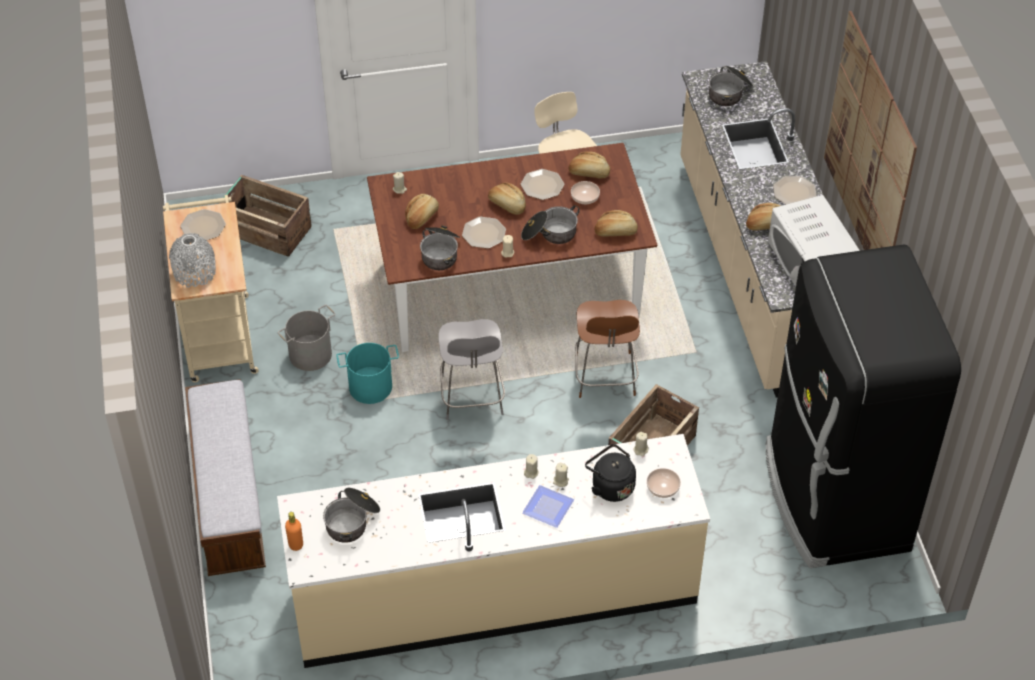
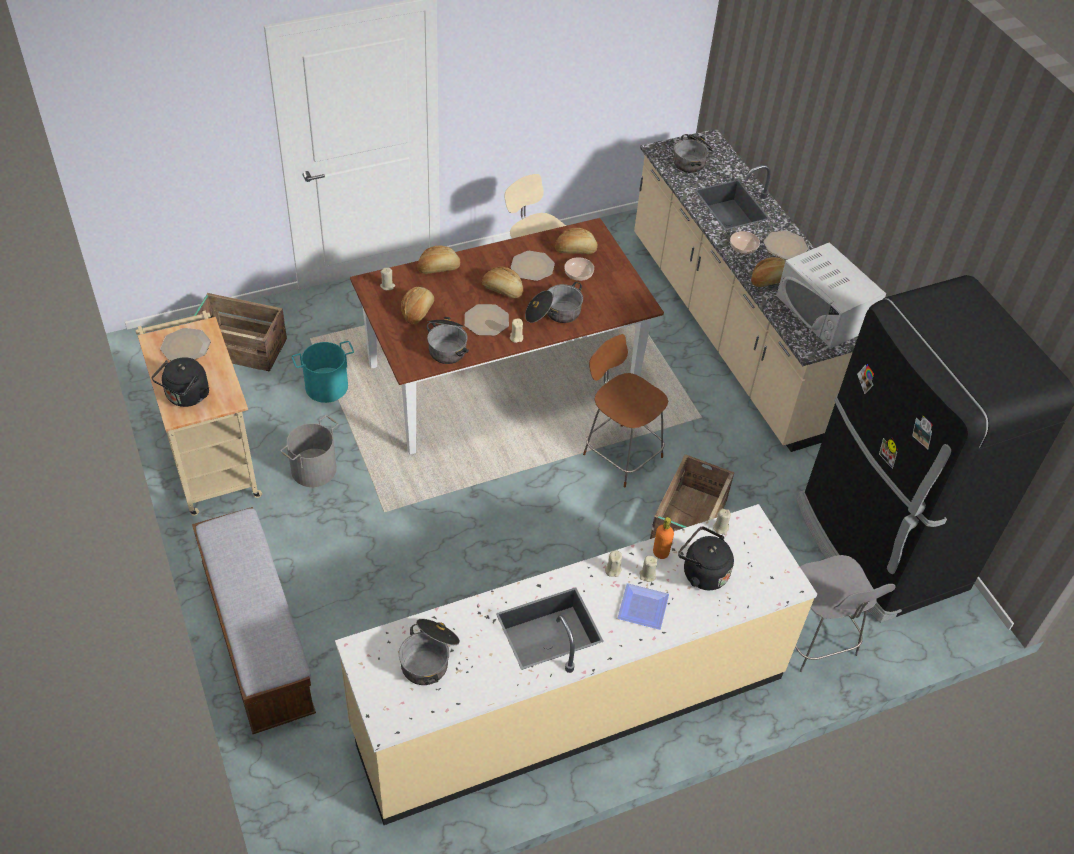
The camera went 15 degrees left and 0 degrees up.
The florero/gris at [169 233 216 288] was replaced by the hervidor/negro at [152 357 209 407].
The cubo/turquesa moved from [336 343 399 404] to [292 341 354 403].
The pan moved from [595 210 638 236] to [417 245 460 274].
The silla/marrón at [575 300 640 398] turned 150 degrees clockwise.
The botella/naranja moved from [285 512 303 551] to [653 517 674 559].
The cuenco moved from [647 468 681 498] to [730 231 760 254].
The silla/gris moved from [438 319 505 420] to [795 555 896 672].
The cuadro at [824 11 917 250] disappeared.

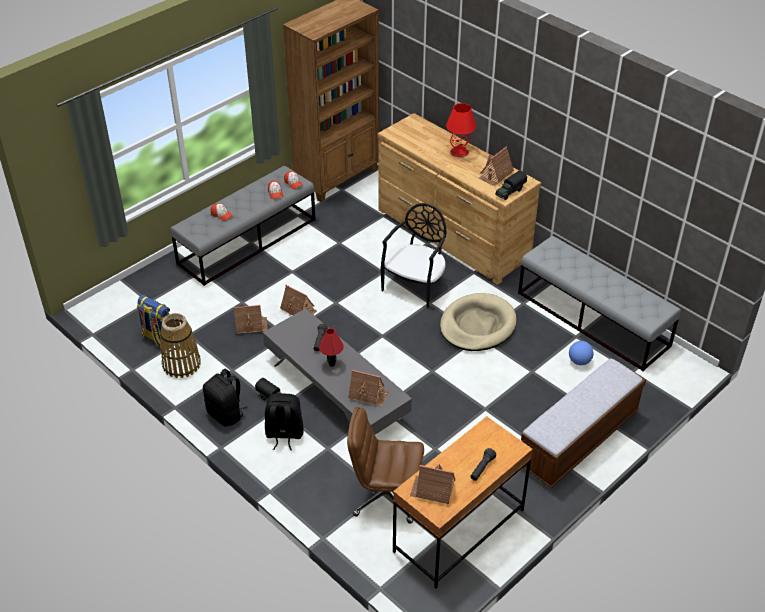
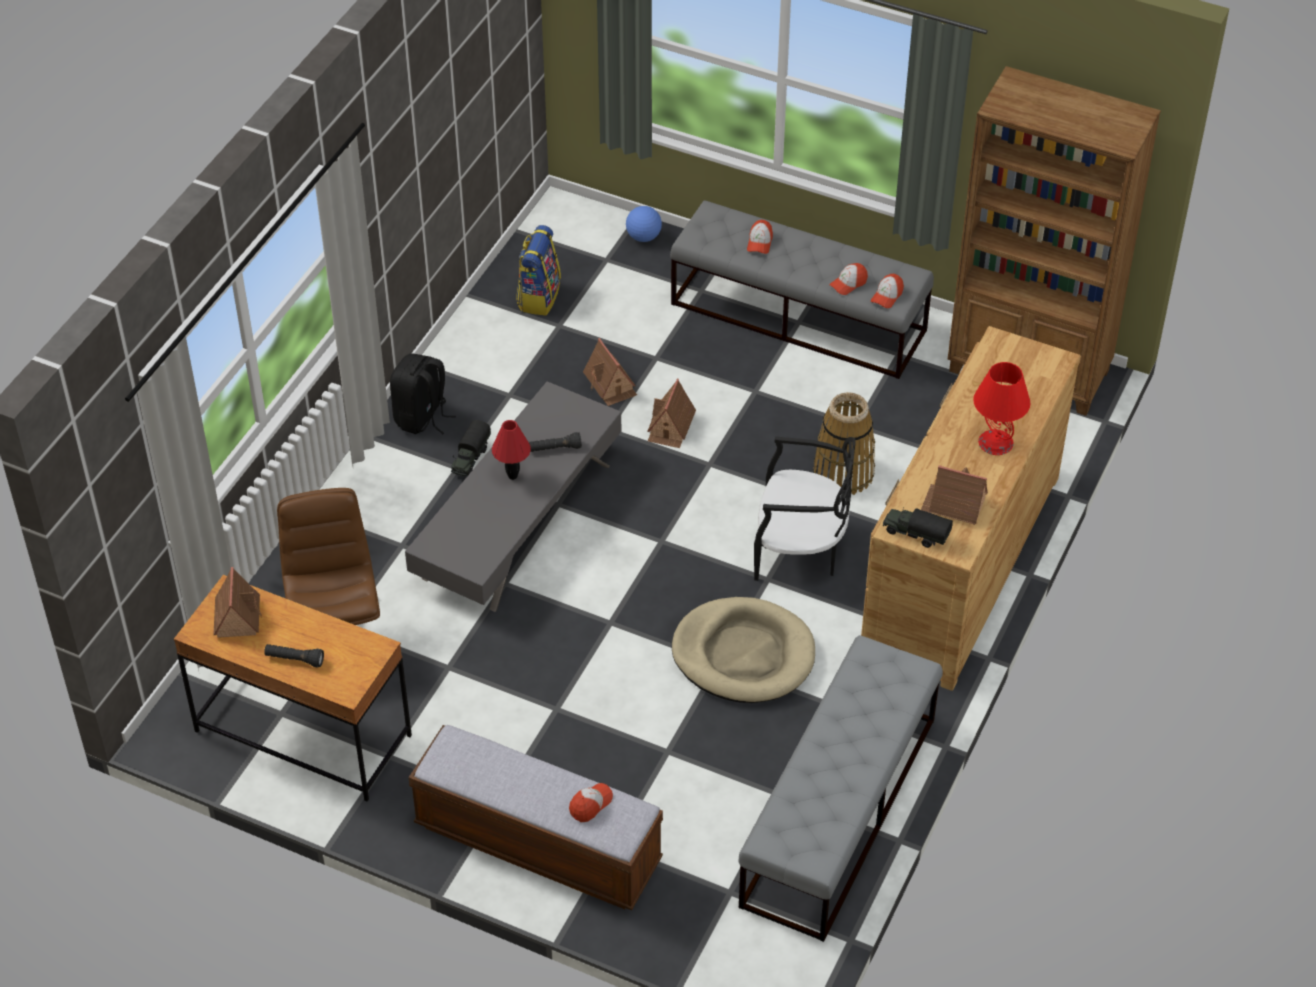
The camera went 70 degrees right and 5 degrees up.
The gorra at [569 783 613 822] appeared.
The balón de fútbol moved from [569 341 594 365] to [626 206 662 242].
The cesta moved from [160 313 201 378] to [813 392 875 495].
The mochila/negro at [265 393 303 450] disappeared.
The casita at [348 370 389 407] disappeared.

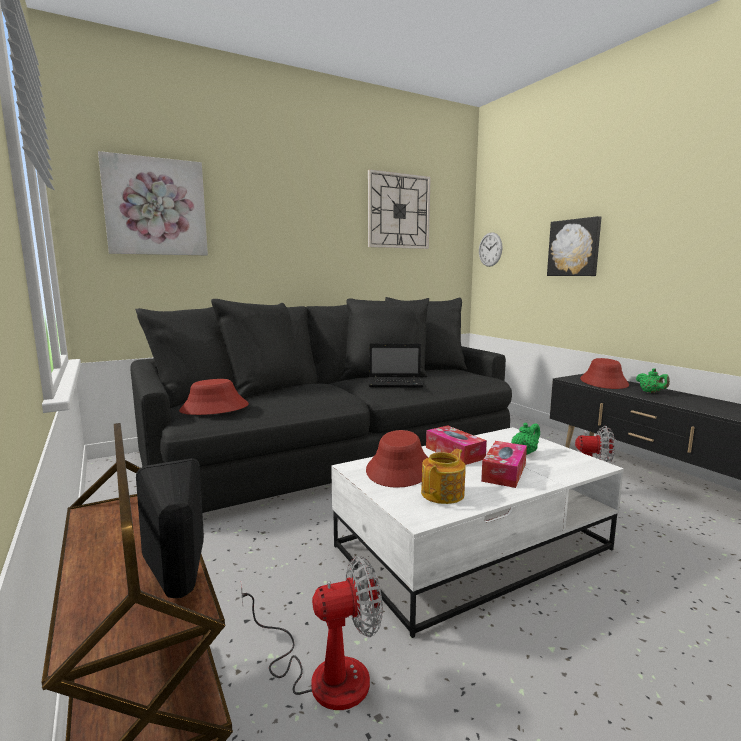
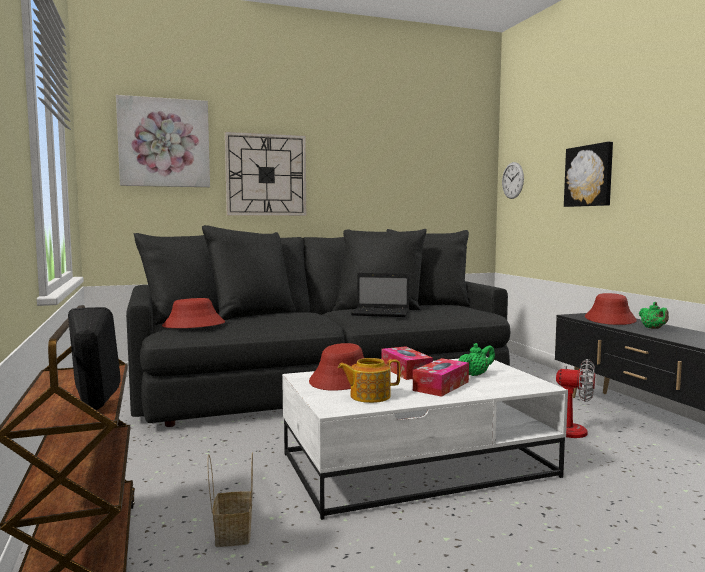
The camera went 10 degrees right and 5 degrees down.
The ventilador at [241 556 383 710] was replaced by the cesta at [207 452 253 547].
The reloj de pared moved from [368 169 431 249] to [225 132 306 216].
The tetera at [421 449 466 504] turned 150 degrees counterclockwise.

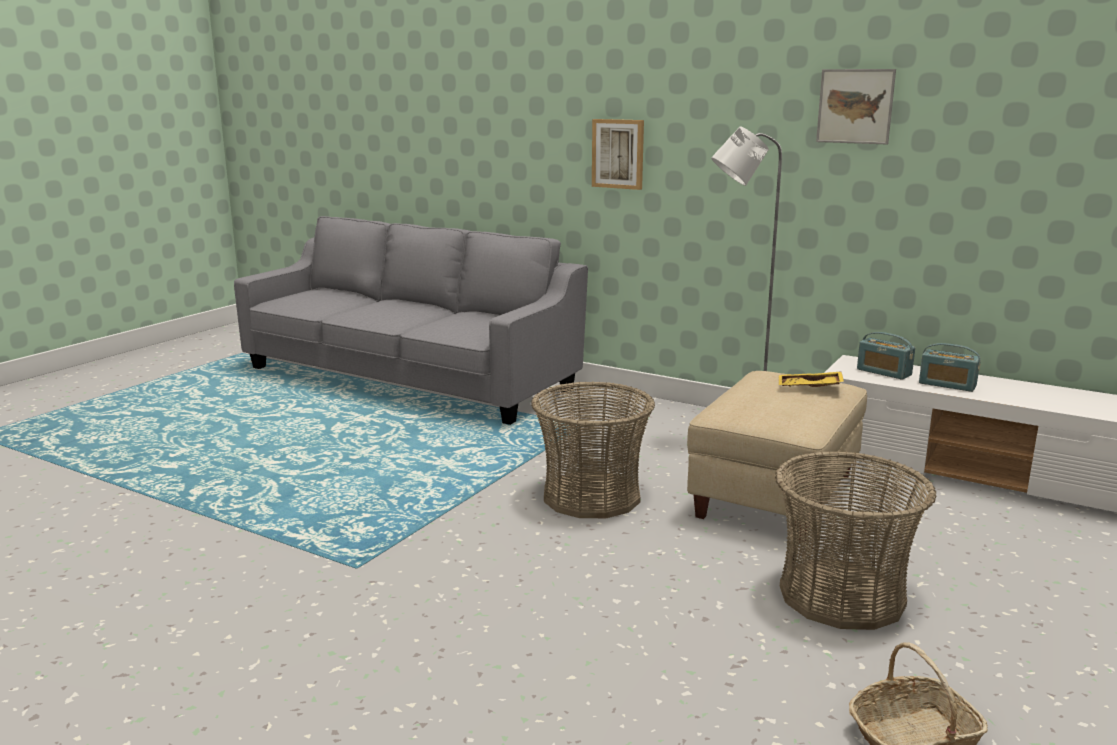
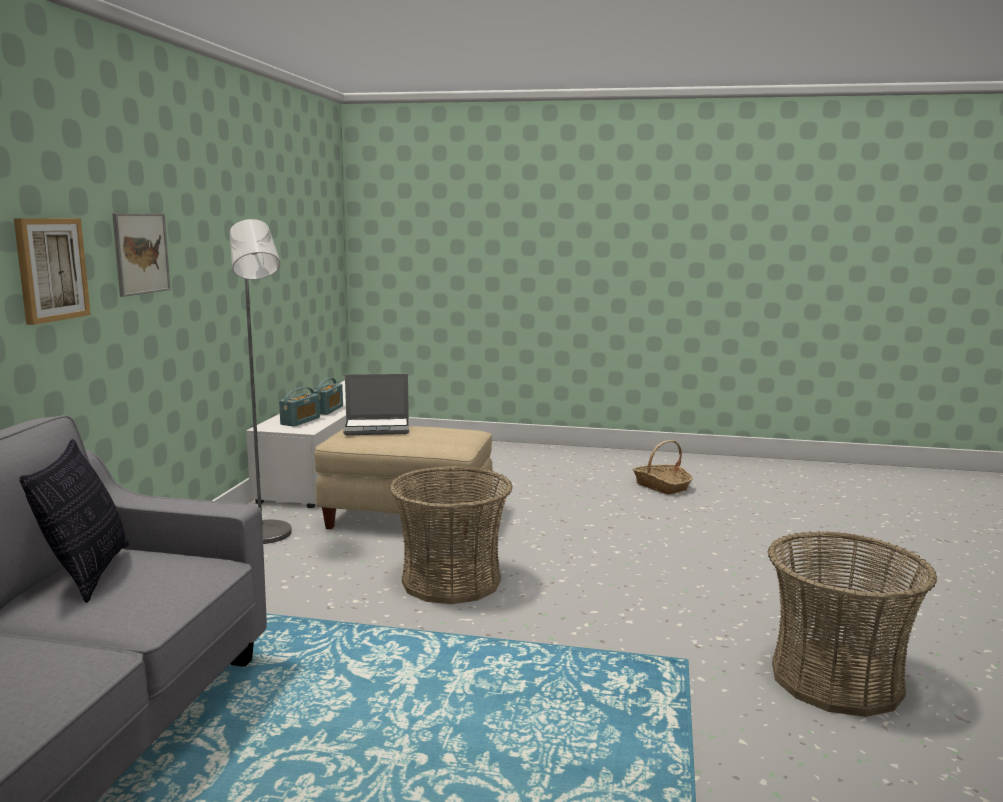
The camera went 110 degrees left and 5 degrees down.
The cojín at [19 439 129 603] appeared.
The cuadro moved from [816 69 896 144] to [112 213 171 297].
The bandeja/amarillo at [779 371 844 387] was replaced by the portátil at [343 374 409 435].
The cesta moved from [775 451 937 630] to [768 531 937 717].

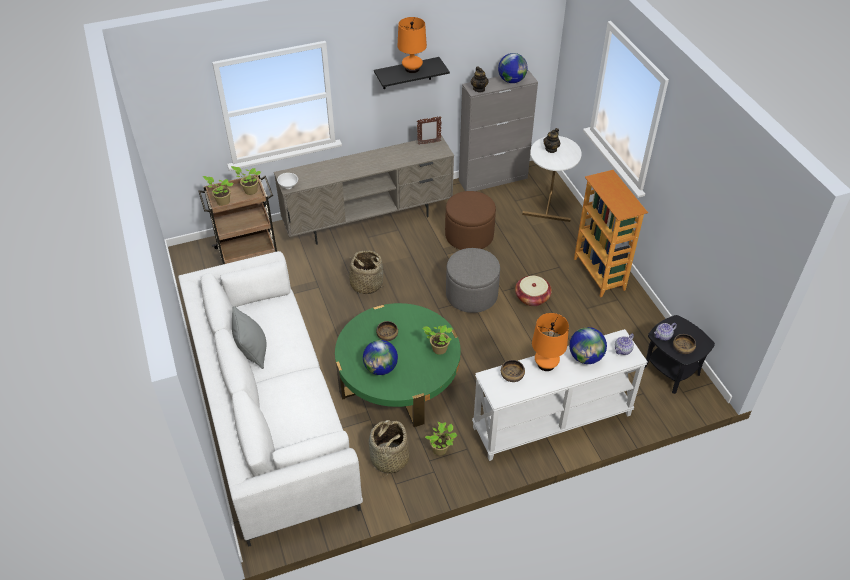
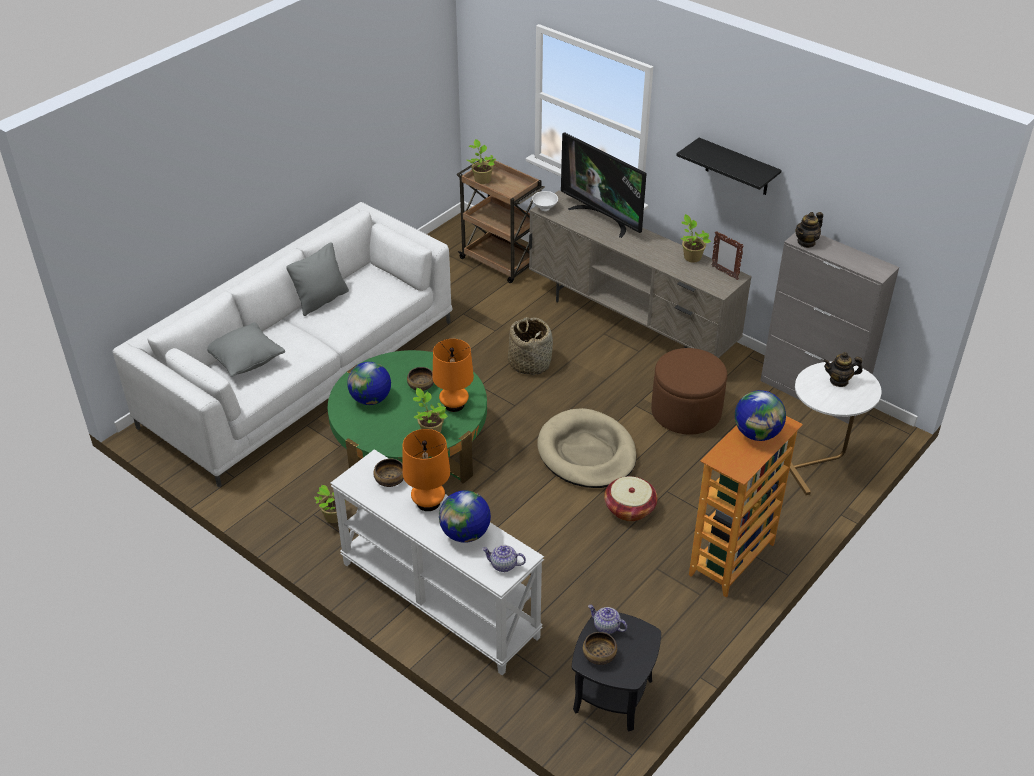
The camera went 60 degrees right and 5 degrees down.
The cojín/gris at [207 322 285 377] appeared.
The lámpara de mesa/naranja moved from [397 17 427 73] to [432 339 474 412].
The puf/gris at [446 248 500 313] was replaced by the cama para perro/beis at [537 408 637 488].
The televisor at [561 132 647 238] appeared.
The planta en maceta moved from [231 166 261 195] to [680 214 711 263].
The globo terráqueo moved from [498 53 528 83] to [735 390 786 441].
The cesta at [369 420 409 477] disappeared.

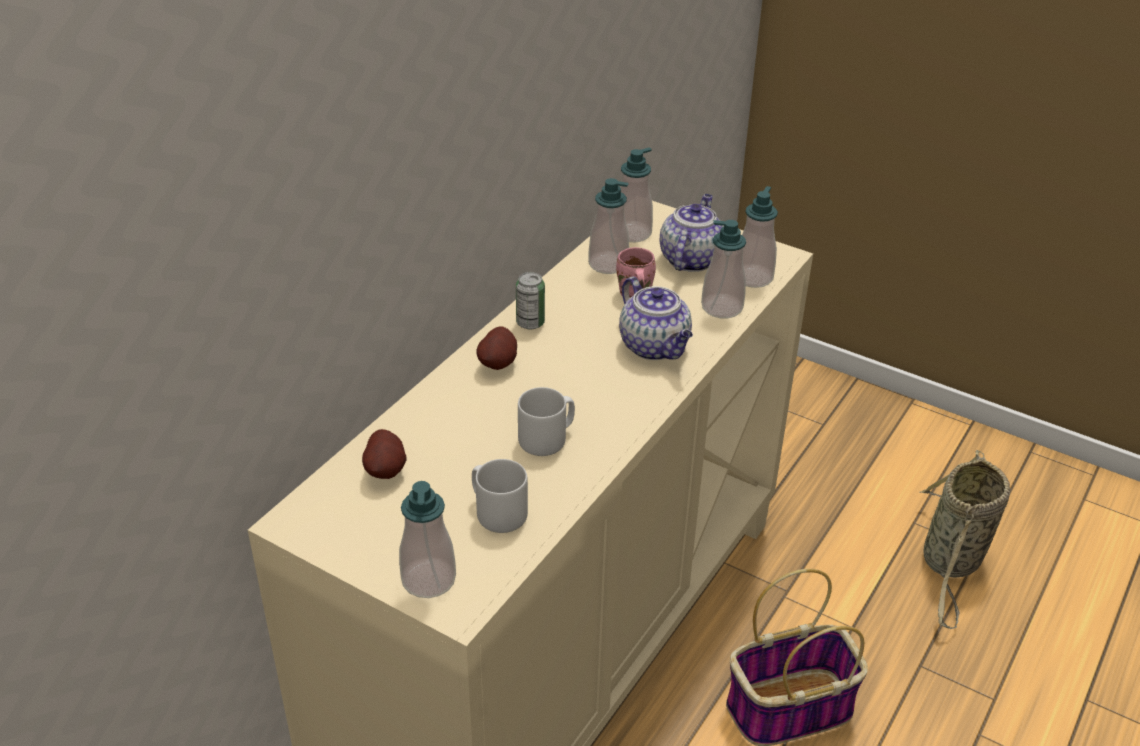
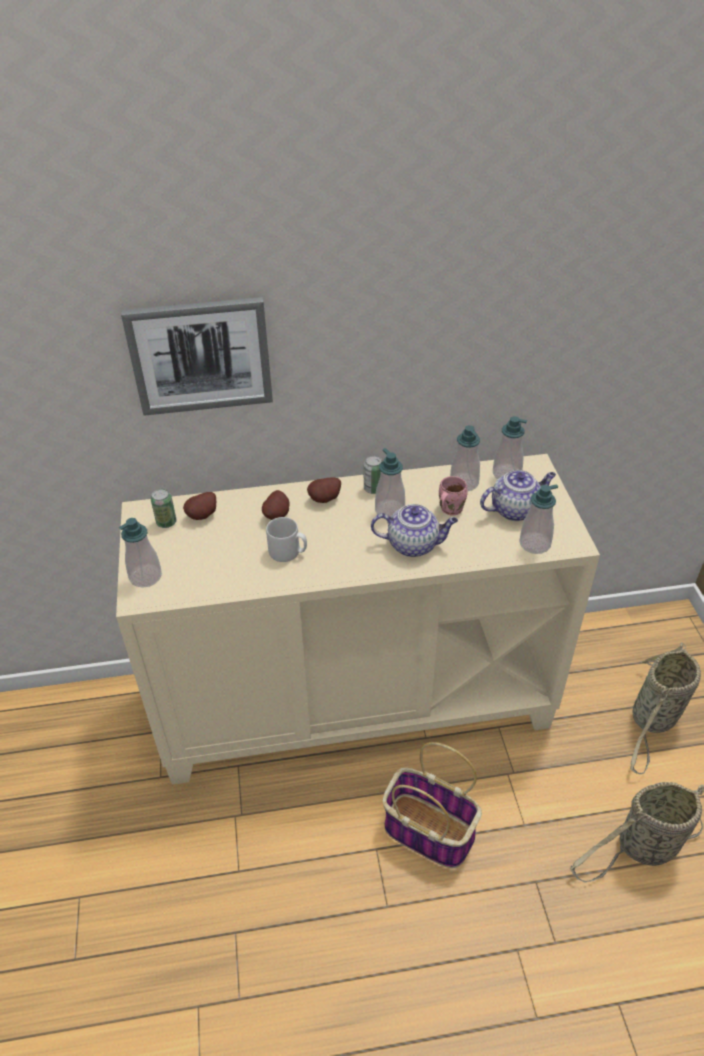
The camera went 50 degrees right and 5 degrees up.
The cuadro at [121 297 273 416] appeared.
The lata at [151 489 176 528] appeared.
The patata at [262 490 289 520] appeared.
The tetera at [619 277 693 360] turned 105 degrees counterclockwise.
The dispensador de jabón moved from [701 220 746 318] to [375 448 405 519].
The cesta at [630 642 701 774] appeared.
The taza grande/gris at [472 459 528 533] disappeared.

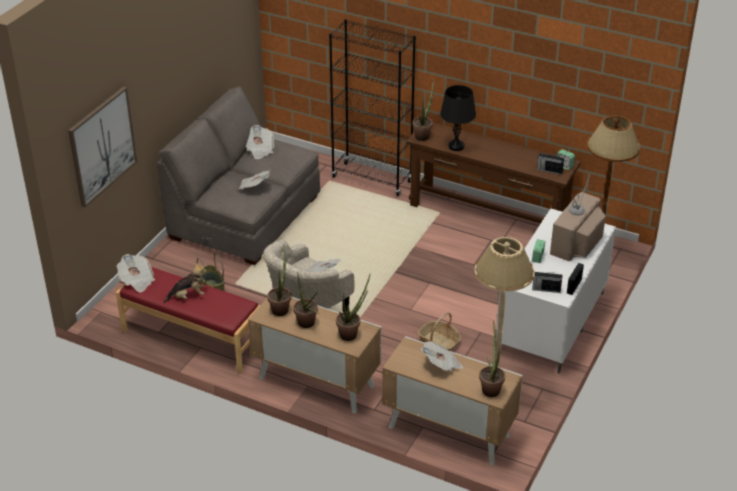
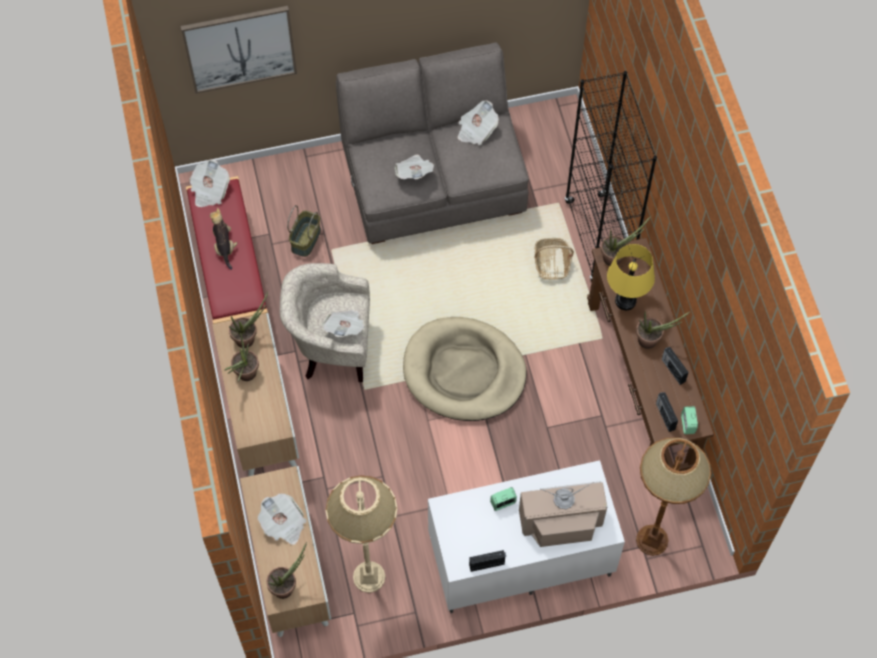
The camera went 50 degrees right and 25 degrees up.
The peluche at [164 262 207 303] turned 135 degrees counterclockwise.
The cama para perro/beis at [403 317 527 421] appeared.
The cesta moved from [418 313 461 351] to [534 238 574 279].
The lámpara de mesa/negro at [440 85 476 151] became the lámpara de mesa/amarillo at [607 244 655 310].
The planta en maceta moved from [336 275 370 341] to [636 311 691 349].
The radio moved from [532 272 562 293] to [662 347 689 385].

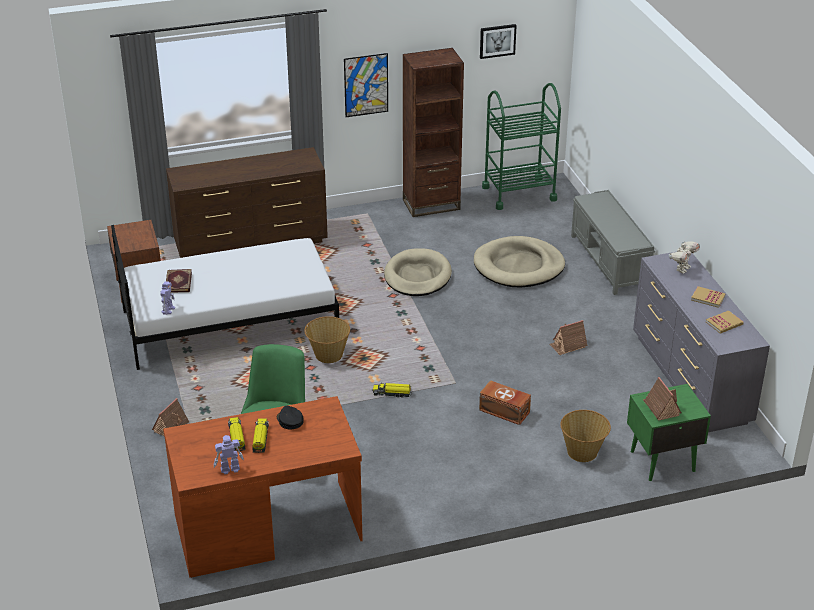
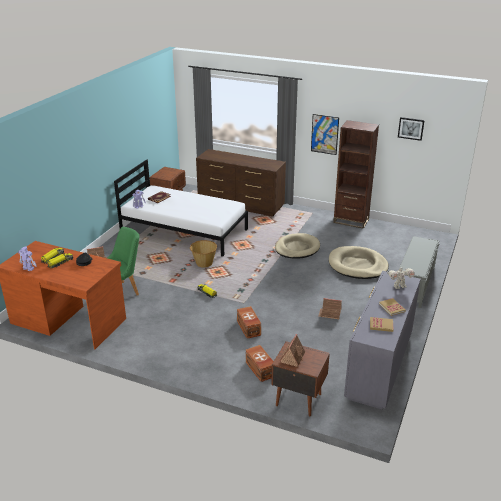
The camera went 40 degrees right and 5 degrees down.
The cesta at [560 410 611 462] was replaced by the caja de almacenaje/marrón at [246 345 274 382].
The mesita de noche/verde at [627 384 711 481] became the mesita de noche/marrón at [271 341 330 416].
The carrito/verde at [482 83 561 210] disappeared.

